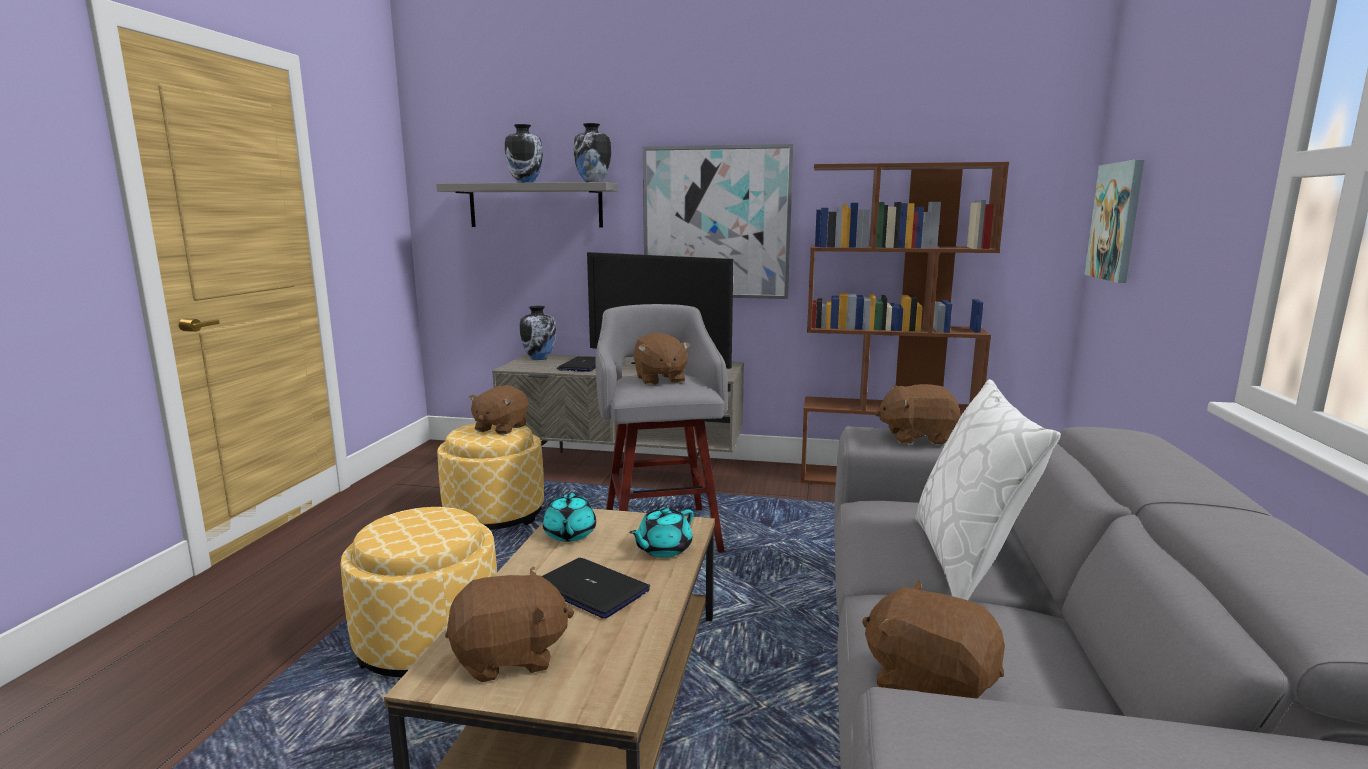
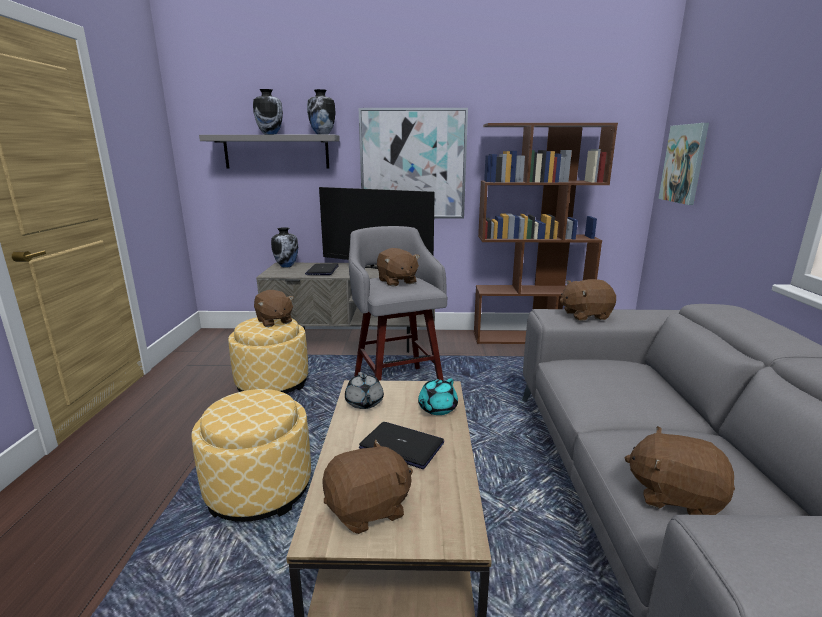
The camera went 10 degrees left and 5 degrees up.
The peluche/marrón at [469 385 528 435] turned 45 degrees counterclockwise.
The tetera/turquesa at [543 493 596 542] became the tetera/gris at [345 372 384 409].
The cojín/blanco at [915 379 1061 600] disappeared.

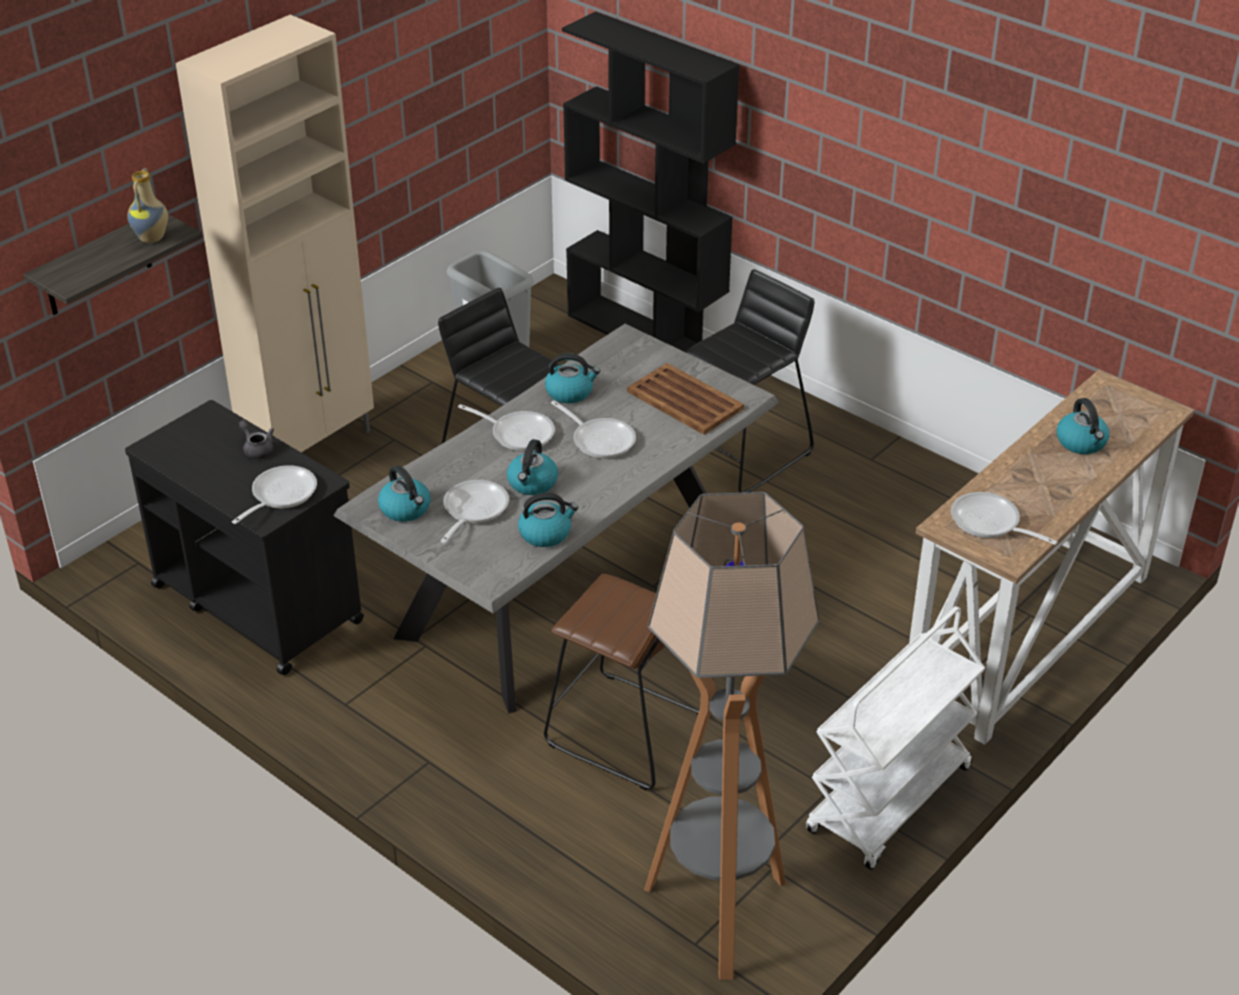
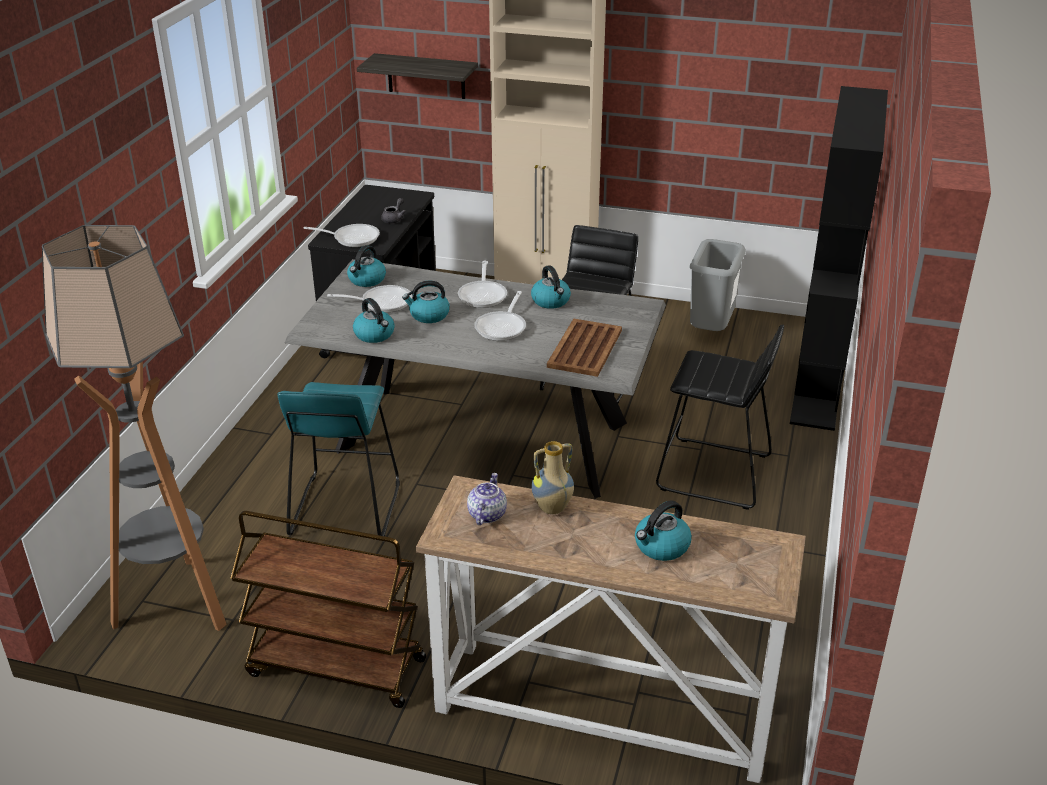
The camera went 65 degrees right and 5 degrees down.
The carrito/blanco at [806 606 985 870] became the carrito/marrón at [230 511 426 708].
The taburete/marrón at [544 574 699 790] became the taburete/turquesa at [277 382 400 536].
The sartén at [951 492 1058 545] was replaced by the tetera at [467 473 507 525].
The florero moved from [127 168 168 243] to [532 441 574 514].

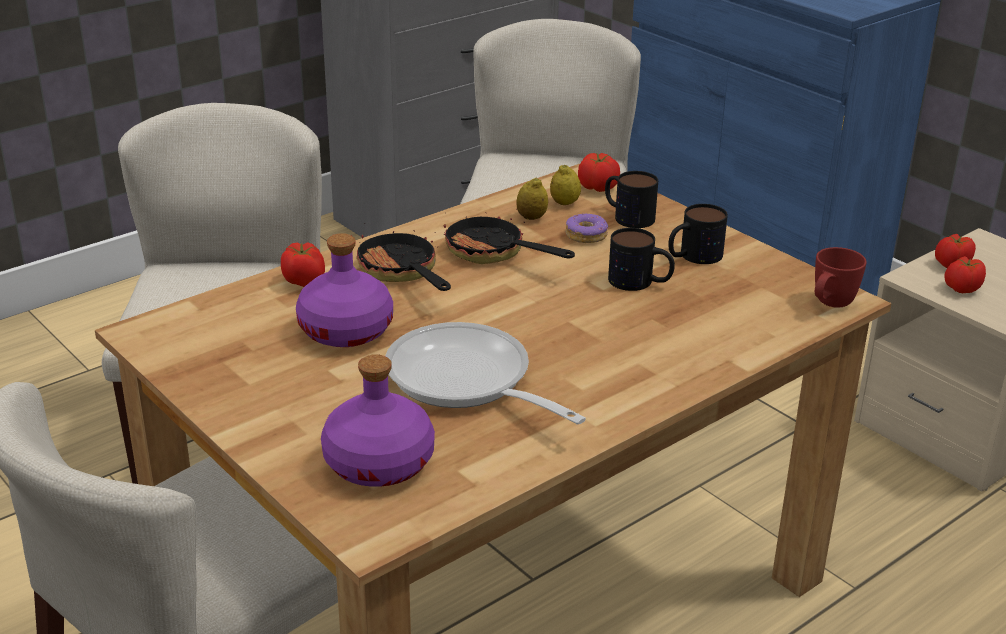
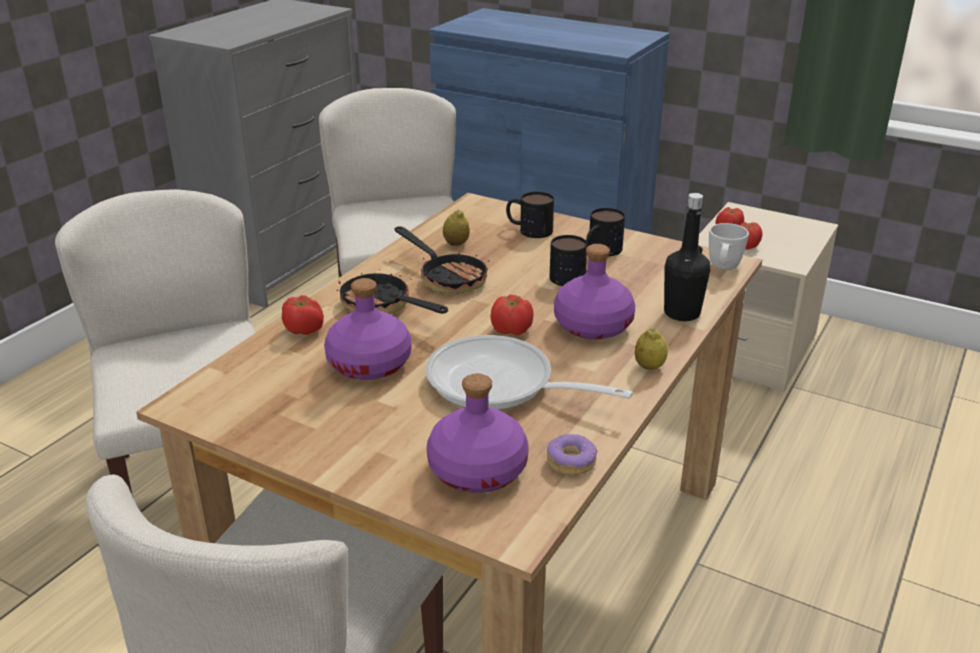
The camera went 20 degrees left and 0 degrees up.
The sartén at [444 209 575 264] turned 150 degrees counterclockwise.
The tomate moved from [578 153 620 192] to [490 295 534 335].
The rosquilla moved from [565 213 608 243] to [547 434 598 475].
The botella/morado at [554 244 635 339] appeared.
The limón moved from [550 165 581 205] to [635 328 668 370].
The botella/negro at [664 193 710 321] appeared.
The taza grande/rojo at [815 247 867 308] became the taza grande/blanco at [709 223 749 270].

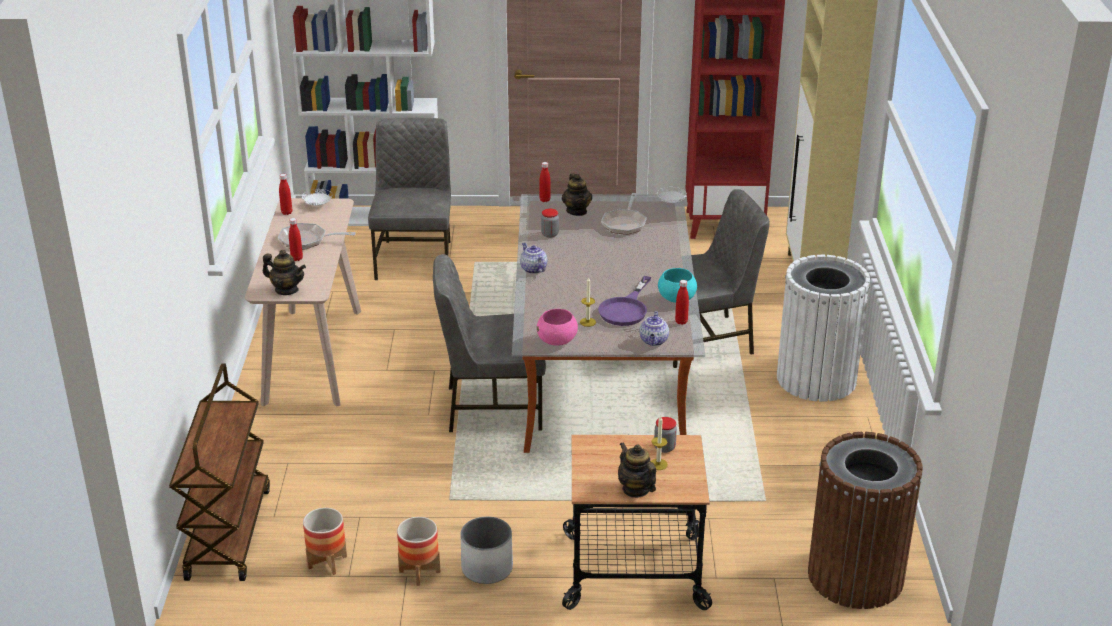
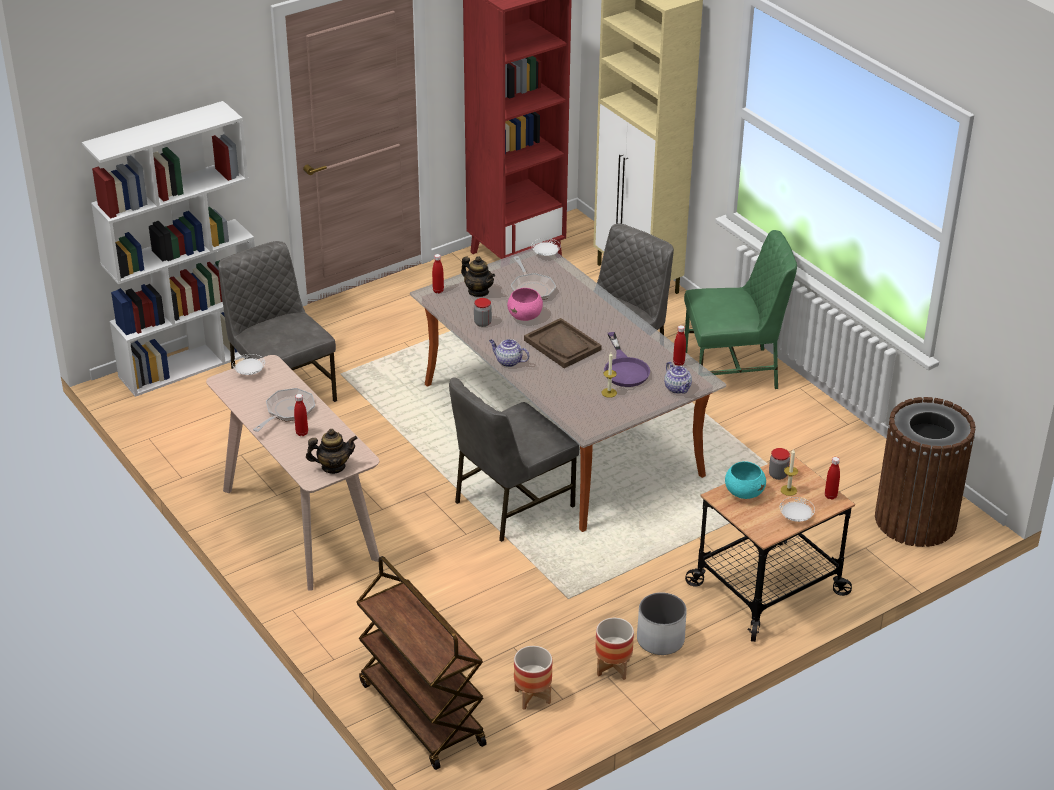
The camera went 35 degrees left and 5 degrees up.
The sartén at [278 223 356 249] turned 150 degrees clockwise.
The cuenco/rosa moved from [537 309 578 346] to [507 288 543 321].
The bandeja/marrón at [524 318 602 368] appeared.
The papelera/blanco at [777 255 870 402] was replaced by the silla/verde at [684 230 797 389].
The cuenco/turquesa moved from [658 268 697 303] to [725 461 766 499].
The tetera at [618 442 656 498] was replaced by the plato/blanco at [780 497 815 522].
The botella/rojo moved from [279 174 292 215] to [825 457 840 500].

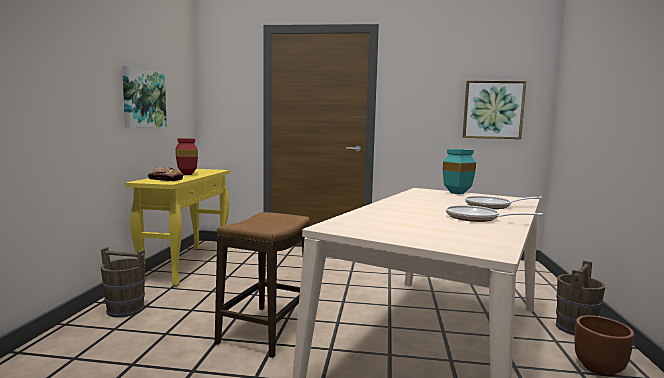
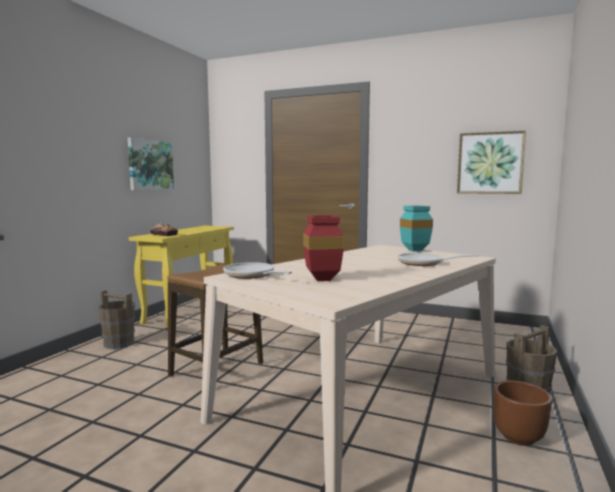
The camera went 15 degrees right and 0 degrees up.
The sartén moved from [446 205 543 222] to [223 262 292 279].
The florero/rojo moved from [175 138 198 175] to [303 215 344 281].

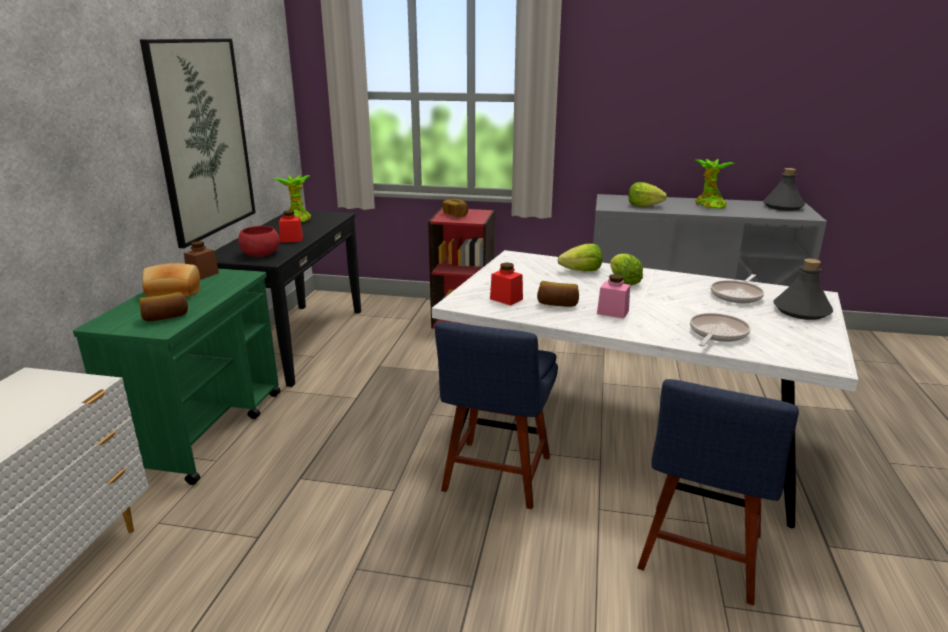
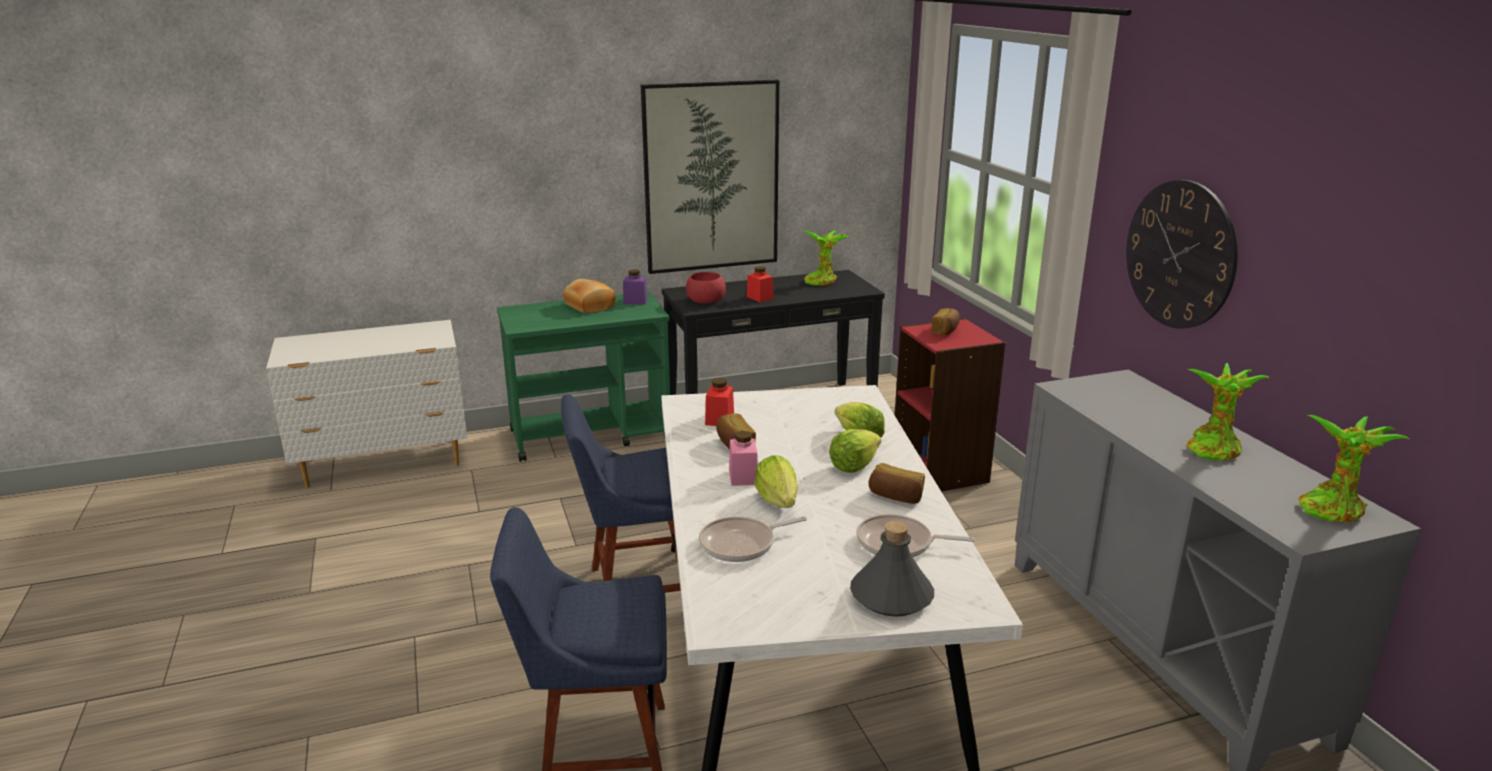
The camera went 60 degrees right and 0 degrees up.
The tarro/marrón at [184 241 219 280] became the tarro/morado at [623 269 648 304].
The sartén at [690 313 751 346] turned 150 degrees clockwise.
The lechuga moved from [628 182 667 207] to [754 455 798 508].
The pan moved from [139 292 188 321] to [869 463 925 504].
The reloj de pared at [1126 180 1238 329] appeared.
The botella/gris at [763 168 805 211] was replaced by the planta en maceta at [1298 415 1411 522].

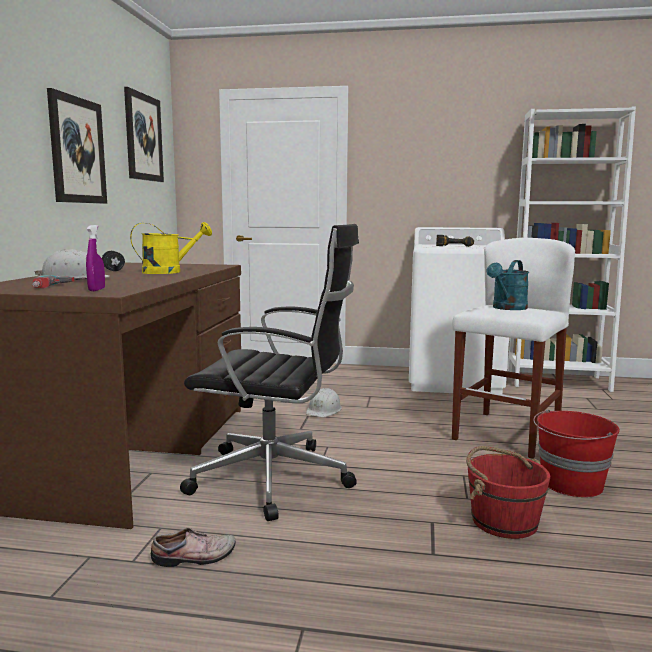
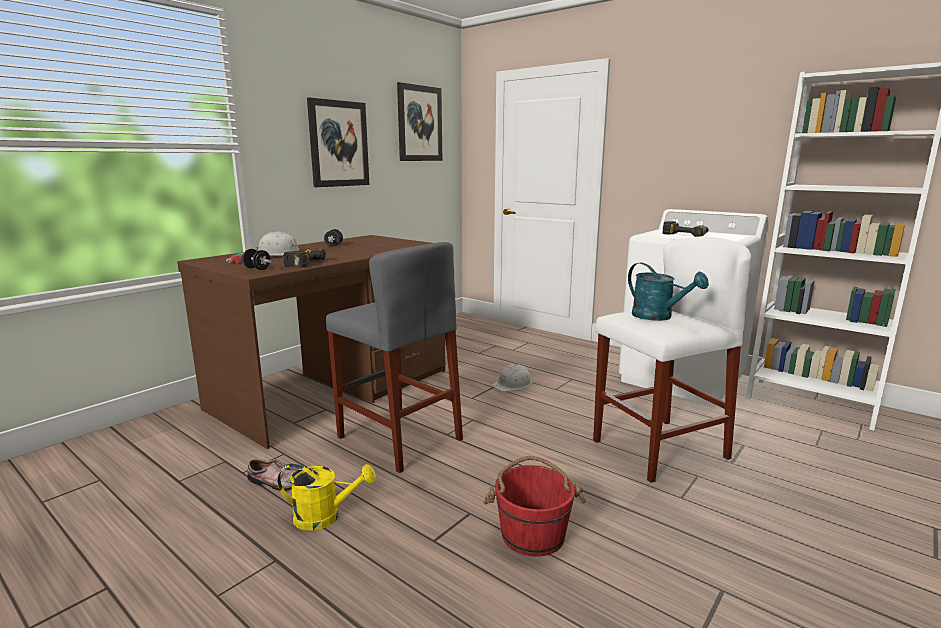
The camera went 30 degrees right and 5 degrees up.
The pulverizador/morado at [86 225 105 291] was replaced by the mancuerna/negro at [242 249 272 270].
The regadera/amarillo moved from [130 222 212 274] to [277 464 376 531].
The taladro at [283 248 326 267] appeared.
The silla de oficina/negro at [180 224 359 521] was replaced by the taburete/gris at [326 242 463 473].
The regadera/turquesa at [487 260 529 310] turned 105 degrees counterclockwise.
The cubo/rojo at [533 409 620 497] disappeared.

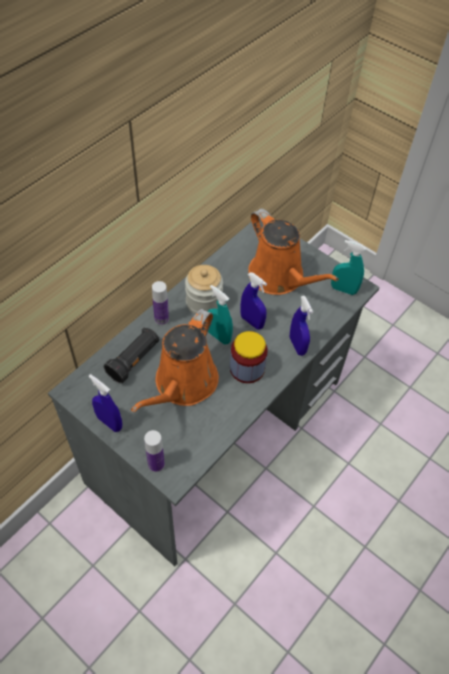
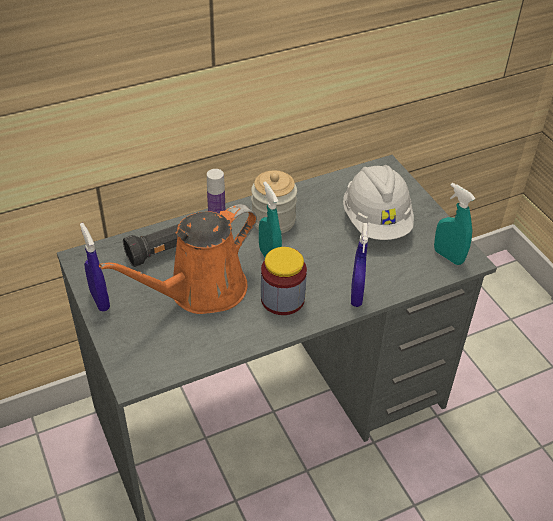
The camera went 25 degrees right and 10 degrees down.
The regadera/naranja at [248 209 339 295] was replaced by the casco/blanco at [343 165 414 240].
The botella at [144 430 165 472] disappeared.
The pulverizador/azul at [240 272 267 329] disappeared.

